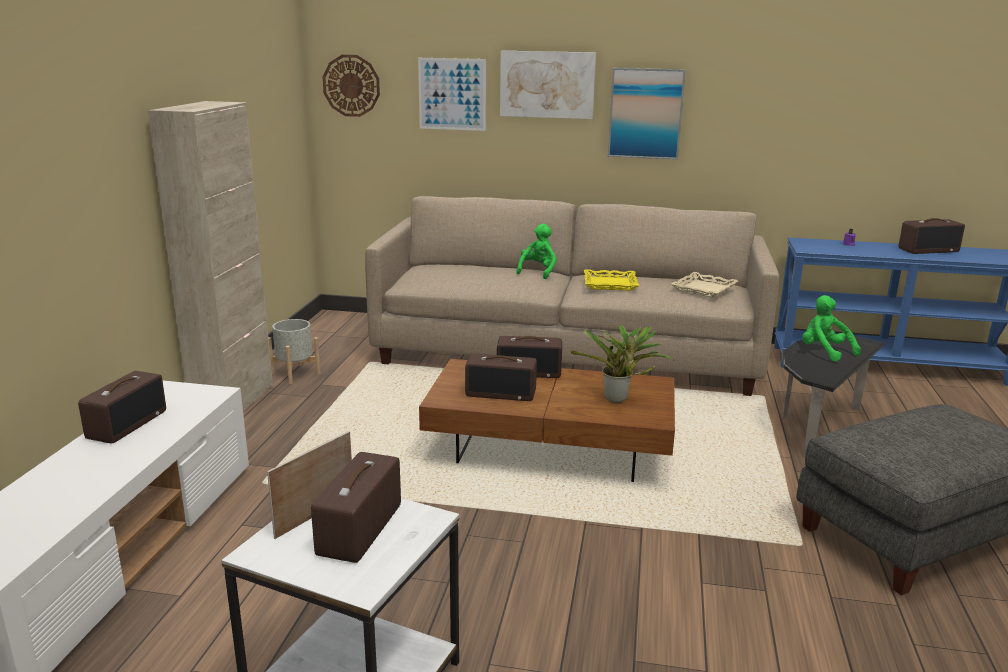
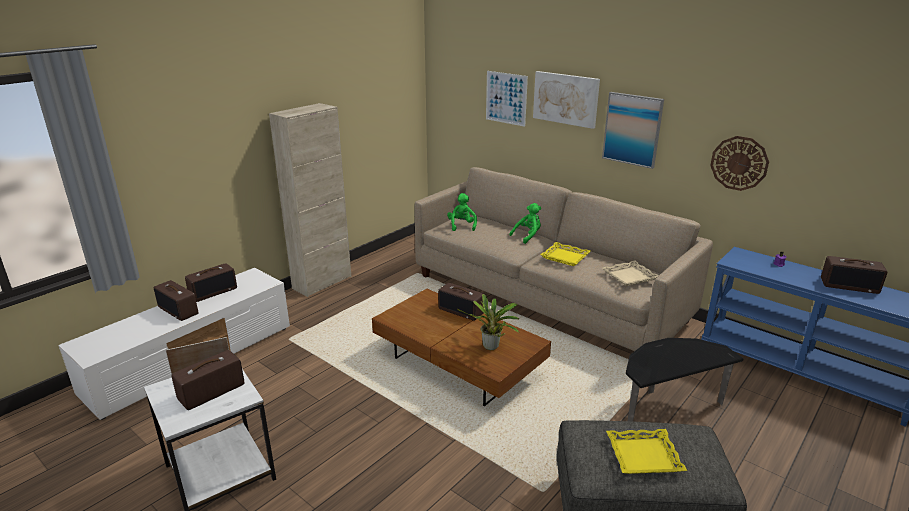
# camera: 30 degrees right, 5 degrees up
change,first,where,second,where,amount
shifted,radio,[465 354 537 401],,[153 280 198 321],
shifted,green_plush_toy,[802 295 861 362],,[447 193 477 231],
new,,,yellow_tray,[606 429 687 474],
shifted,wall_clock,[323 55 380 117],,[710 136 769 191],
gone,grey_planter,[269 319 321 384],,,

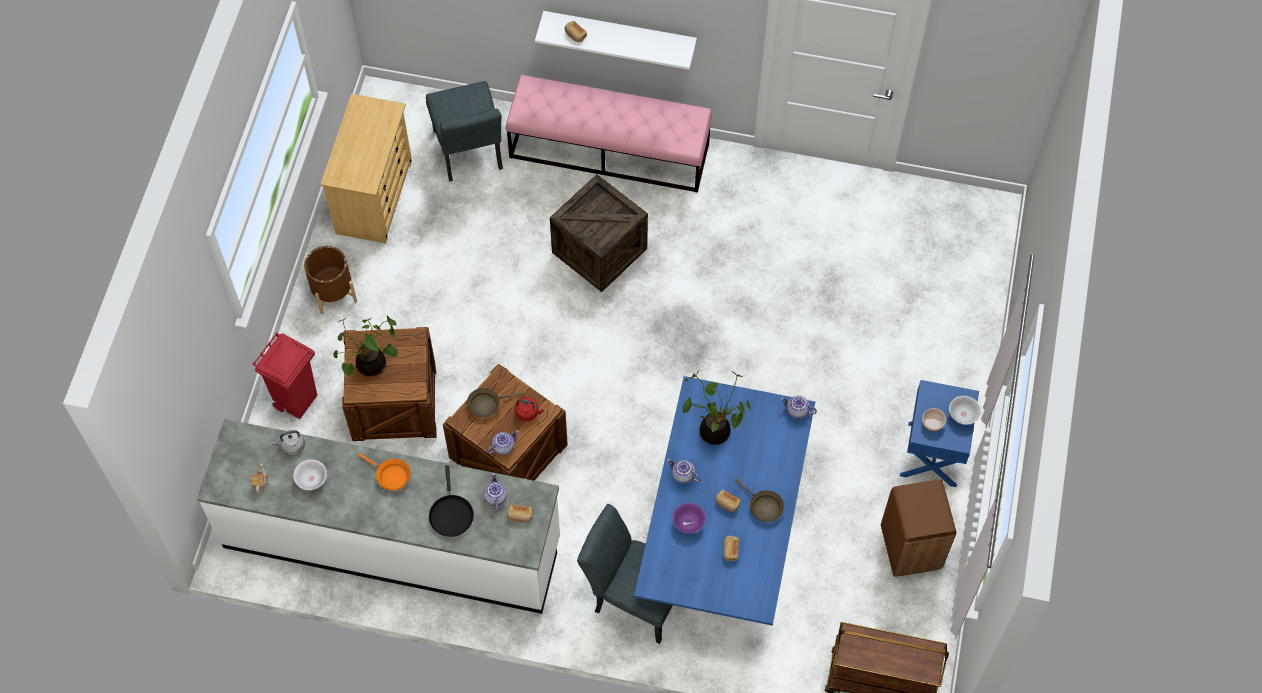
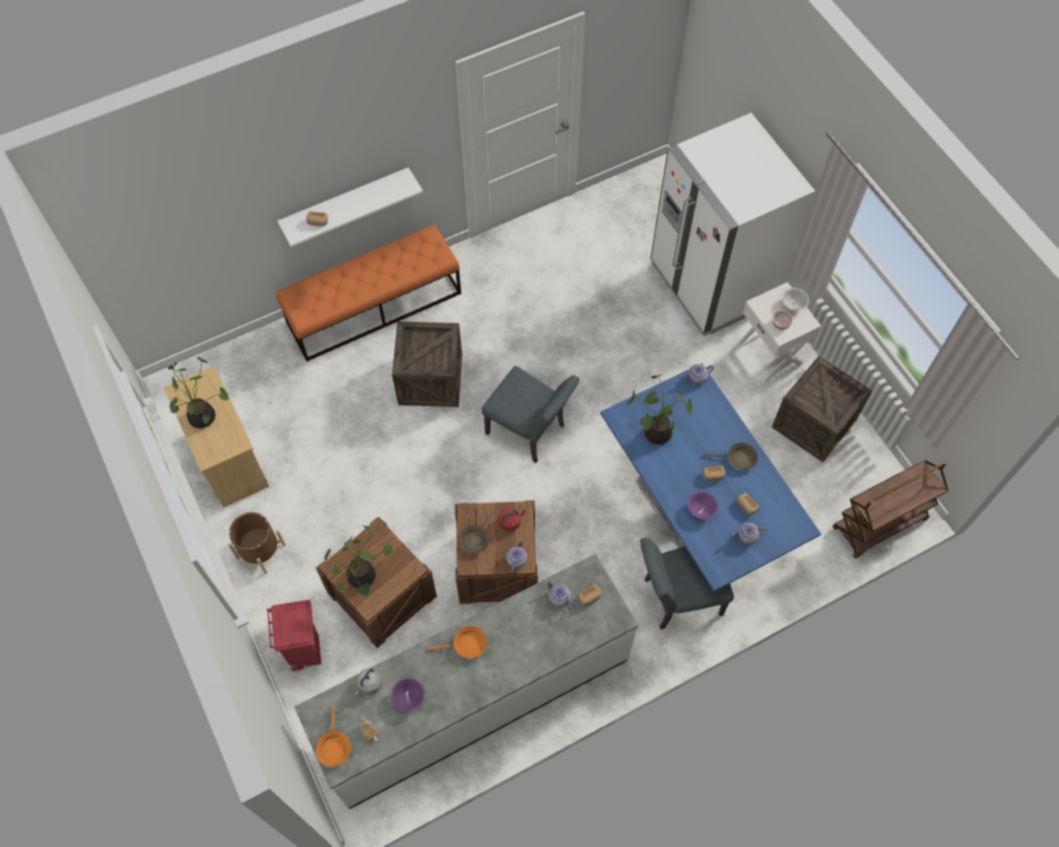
# camera: 40 degrees left, 0 degrees up
change,first,where,second,where,amount
new,,,potted_plant,[168 357 229 429],
repainted,pink_bench,[505 75 712 193],orange_bench,[276 225 461 362],
new,,,orange_frying_pan,[316 706 351 767],
repainted,white_bowl,[293 460 327 490],purple_bowl,[391 678 425 711],
shifted,grey_chair,[426 81 503 181],,[482 366 580 463],
new,,,white_fridge,[651 113 815 336],
shifted,teapot,[667 459 701 484],,[732 523 767 545],
repainted,blue_nightstand,[900 380 979 487],white_nightstand,[736 282 821 383],
swapped,brown_trash_can,[881 479 957 577],crate,[772 356 872 462],
gone,black_frying_pan,[429 465 474 537],,,

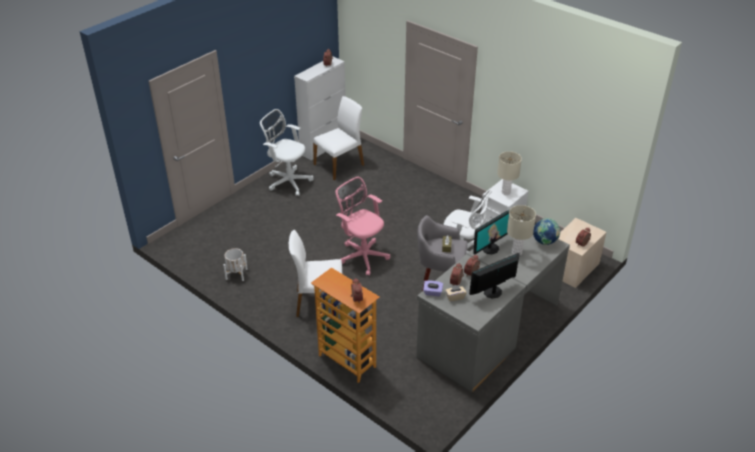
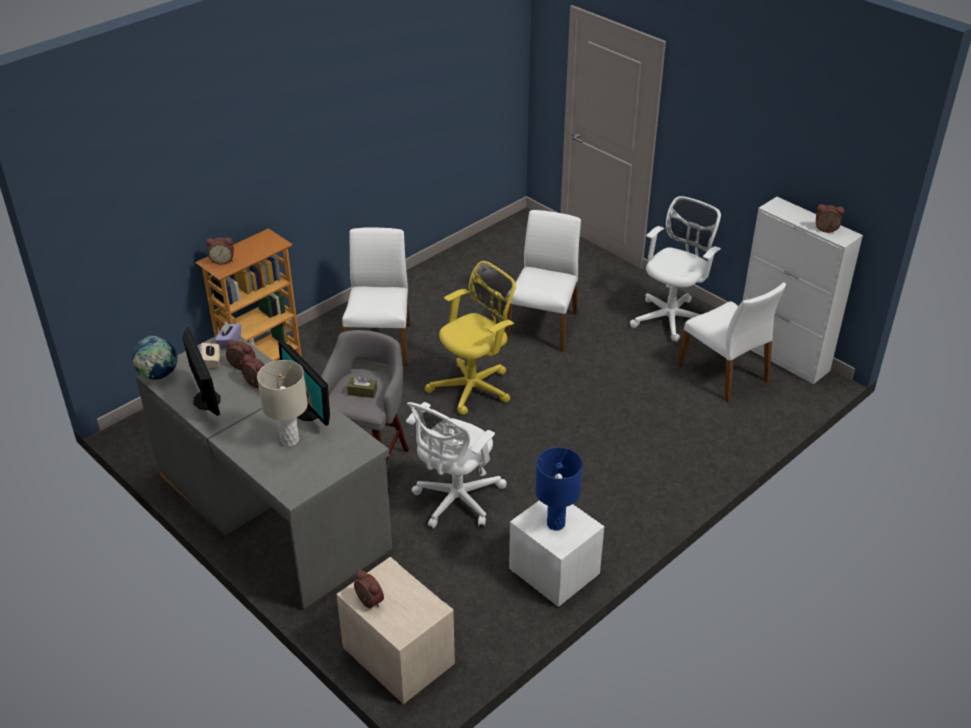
# camera: 95 degrees right, 0 degrees up
change,first,where,second,where,amount
shifted,globe,[533 218 560 245],,[133 336 178 380],
repainted,pink_office_chair,[335 177 390 276],yellow_office_chair,[425 261 516 415],
new,,,white_chair,[505 210 581 352],
repainted,beige_table_lamp,[497 151 522 195],blue_table_lamp,[536 447 582 530],
gone,white_planter,[223 248 248 281],,,

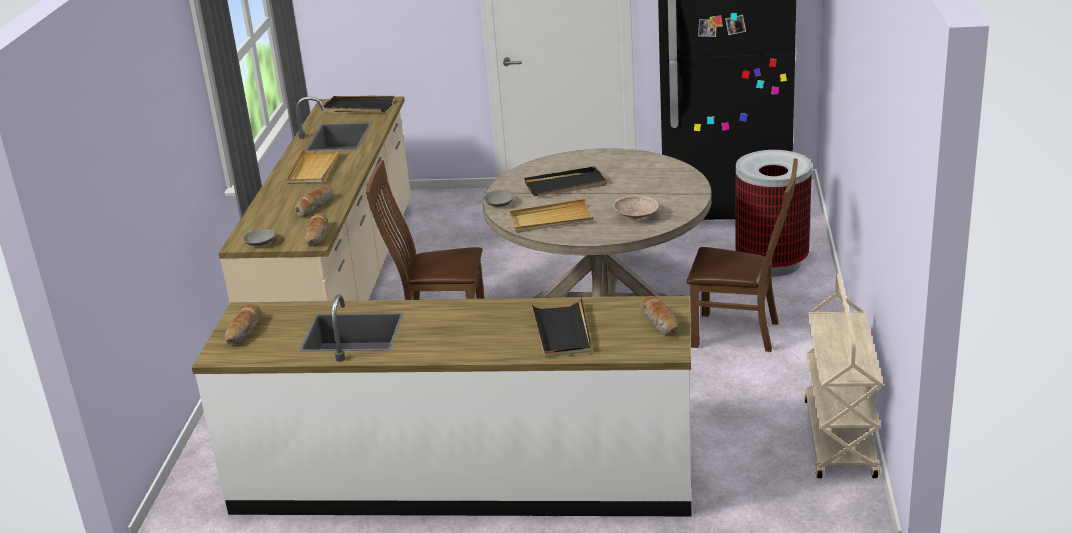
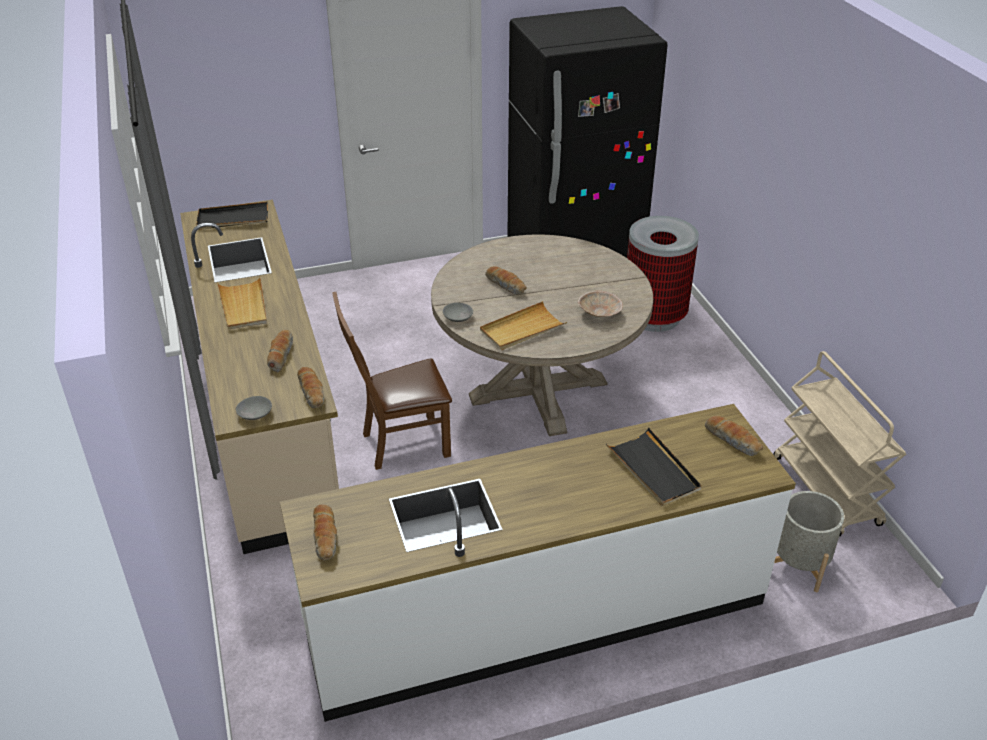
# camera: 25 degrees left, 10 degrees up
change,first,where,second,where,amount
swapped,black_tray,[524 166 607 196],bread,[485 266 527 295],
new,,,grey_planter,[774 491 844 592],
gone,brown_chair,[687 159 798 352],,,

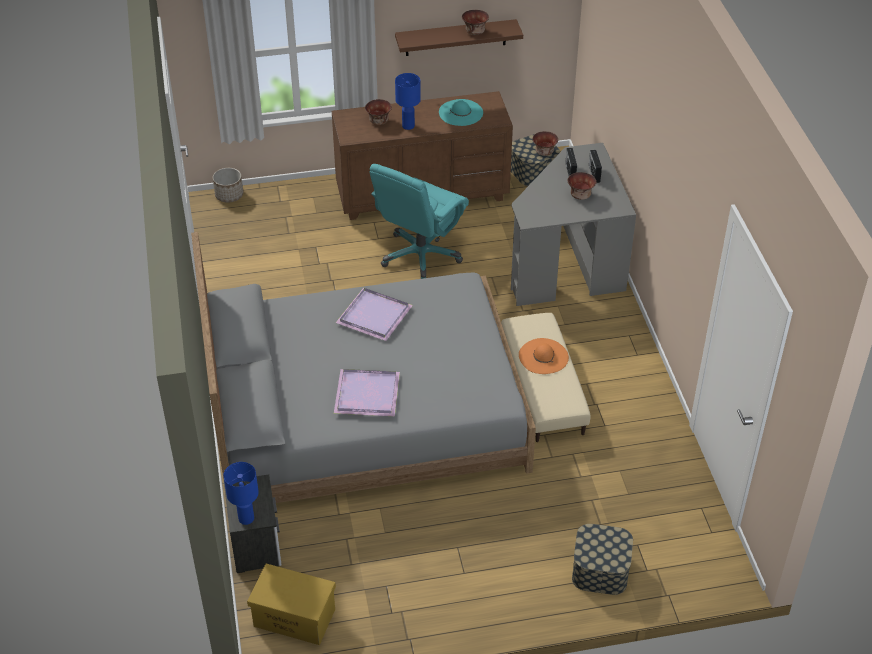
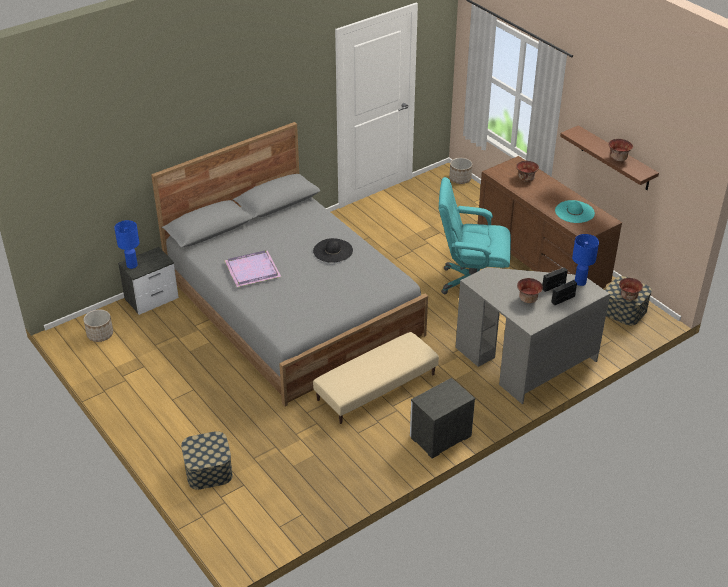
# camera: 65 degrees right, 5 degrees down
change,first,where,second,where,amount
swapped,yellow_storage_box,[247 563 336 645],planter,[83 309 113 342],
swapped,purple_tray,[336 288 413 341],black_hat,[313 238 353 263],
new,,,nightstand,[410 378 475 459],
shifted,blue_table_lamp,[395 73 421 130],,[572 234 599 286],
gone,orange_hat,[519 338 569 374],,,

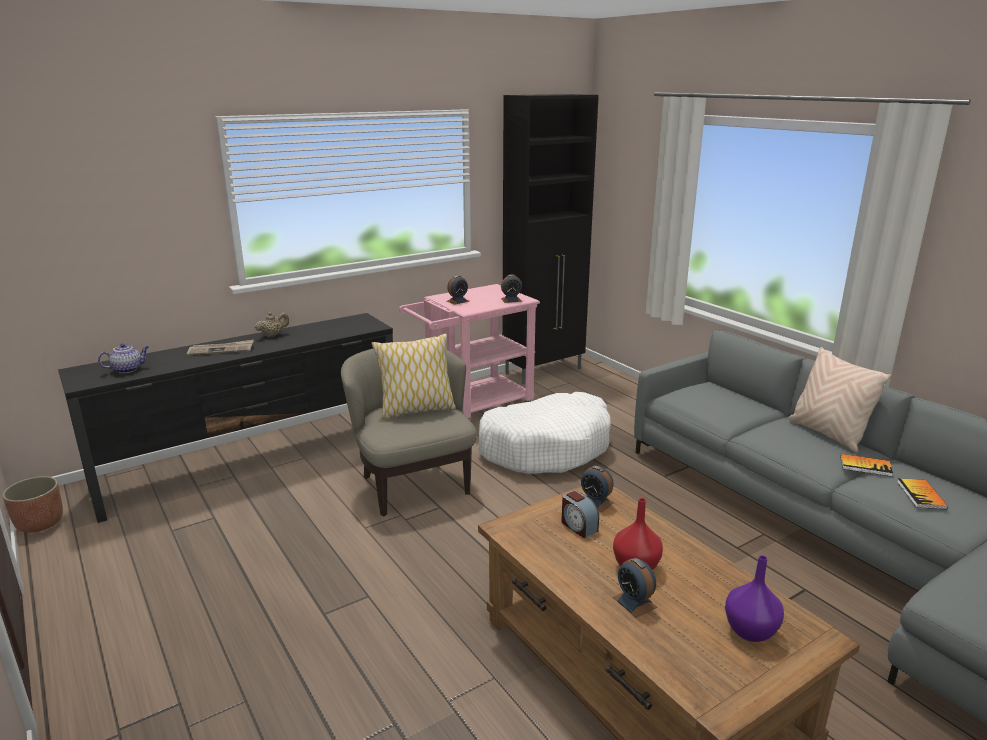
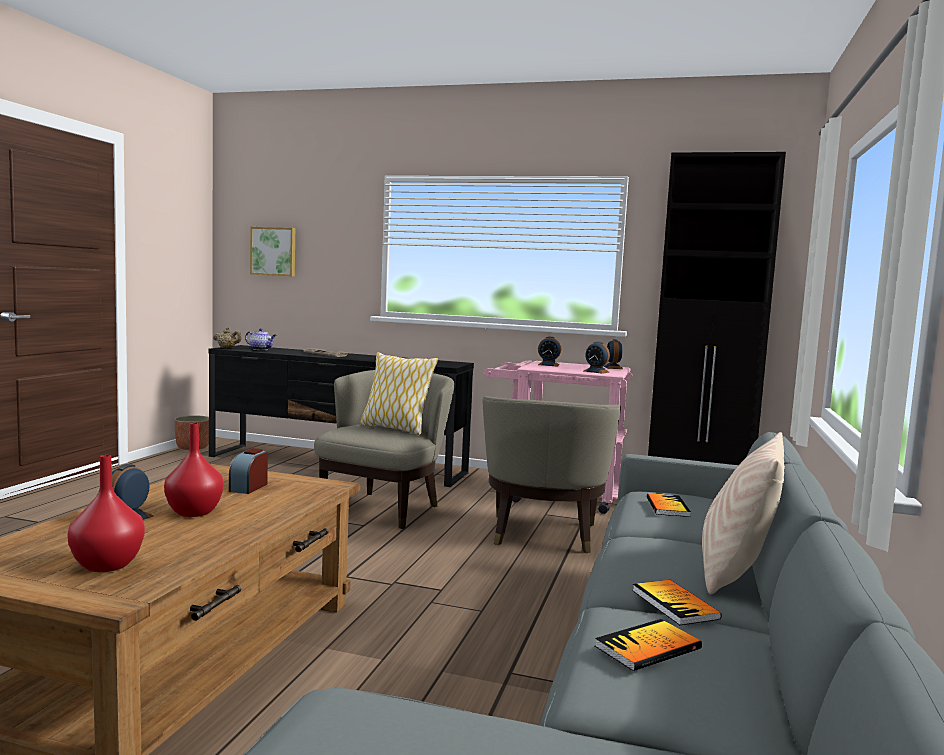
# camera: 50 degrees right, 15 degrees down
change,first,where,second,where,amount
repainted,purple_vase,[725 555 784 642],red_vase,[67 455 145 572],
shifted,beige_teapot,[255 312 289 337],,[213 327 242 348],
new,,,picture,[250 227 295 276],
swapped,white_dog_bed,[477 392 611 474],beige_armchair,[482 396 621 553],
shifted,alarm_clock,[581 466 614 512],,[604 339 623 369],
new,,,book,[647 493 691 517],

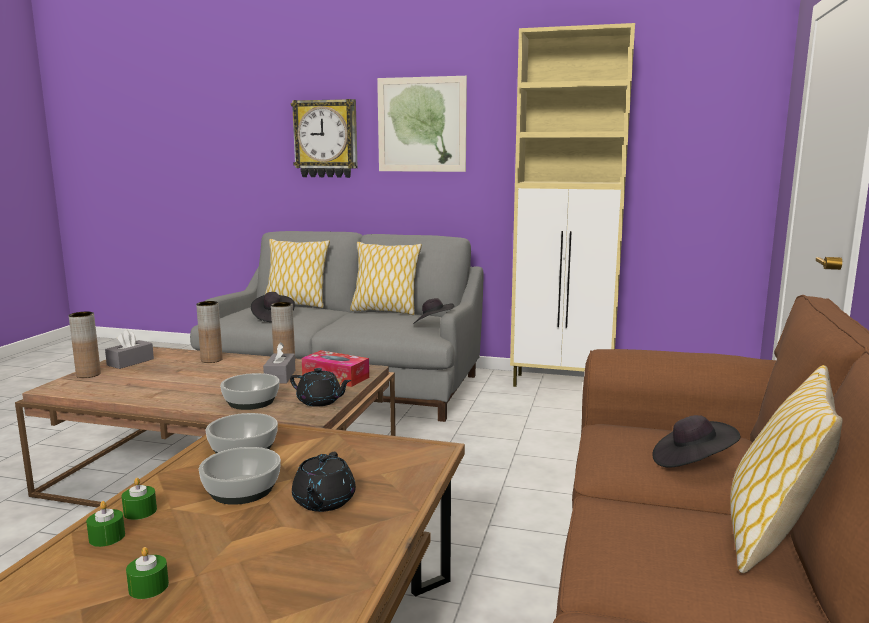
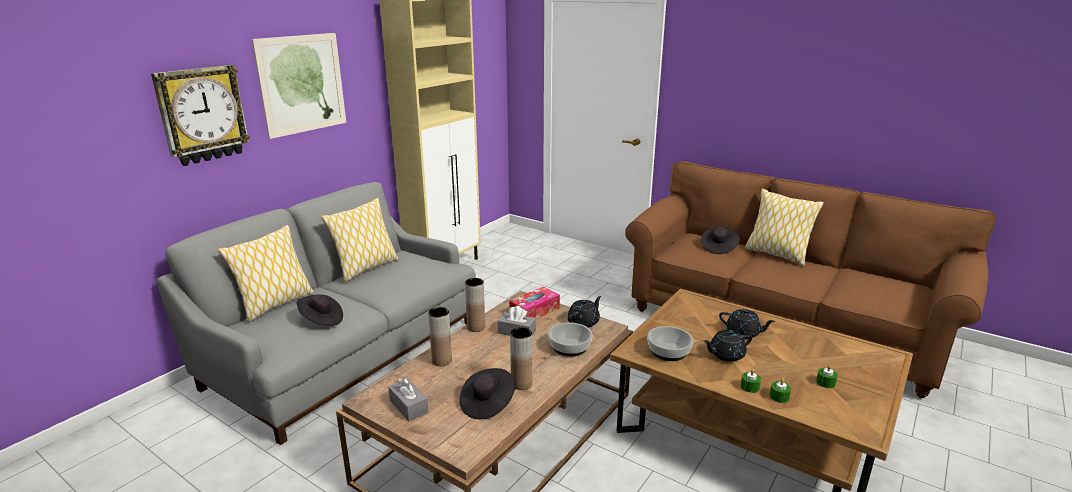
# camera: 70 degrees left, 10 degrees up
change,first,where,second,where,amount
shifted,black_hat,[413 298 454 324],,[459 368 515 419],
shifted,brown_vase,[69 312 101 378],,[510 327 532 390],
swapped,bowl,[199 447 281 505],black_teapot,[703 330 752 362],

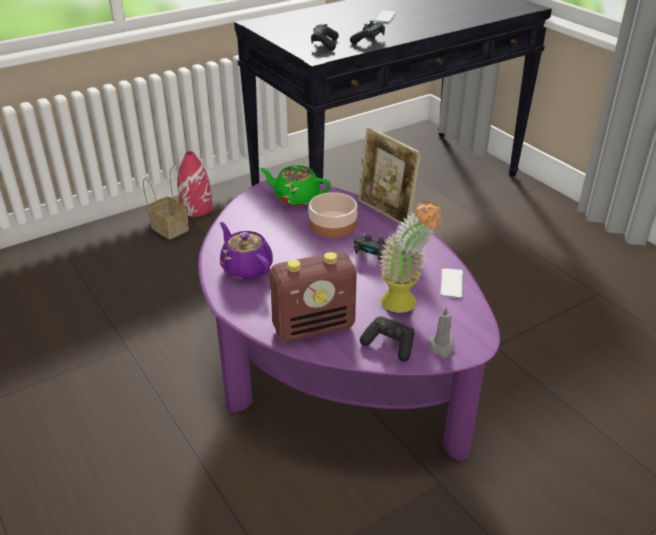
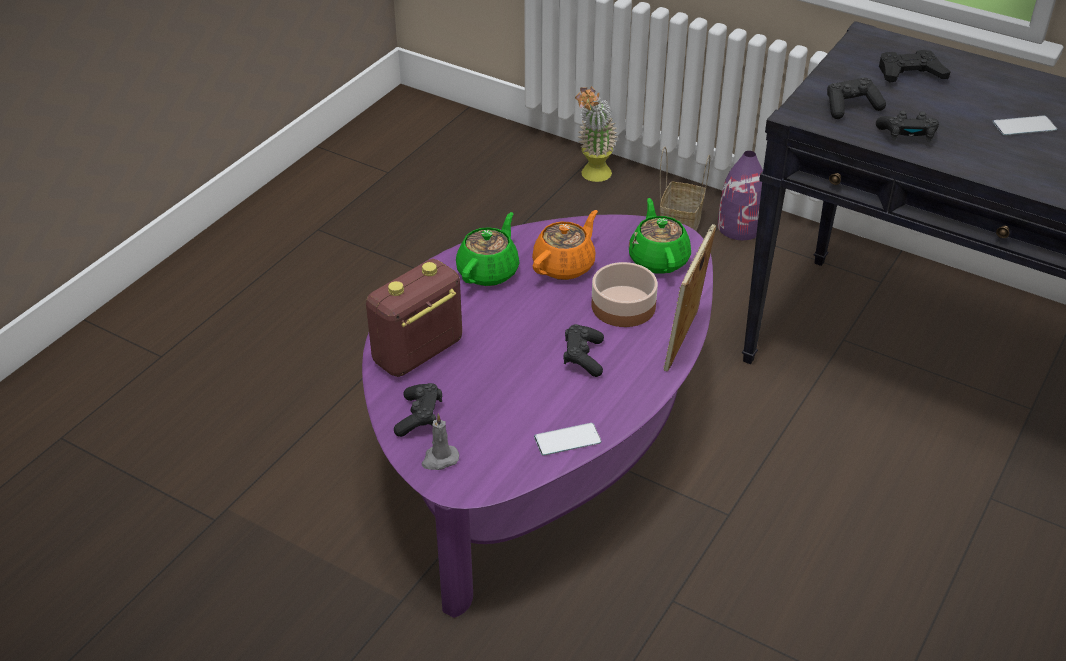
# camera: 65 degrees right, 5 degrees up
change,first,where,second,where,amount
rotated,radio,[270 251 357 342],,[366 259 462 377],90 degrees clockwise
repainted,purple_teapot,[220 222 273 279],green_teapot,[456 212 520 286],
new,,,orange_teapot,[532 210 598 280],
shifted,potted_plant,[379 201 442 313],,[575 86 617 182],
repainted,red_vase,[177 151 213 217],purple_vase,[718 151 763 240],
new,,,black_game_controller,[879 50 951 83],

